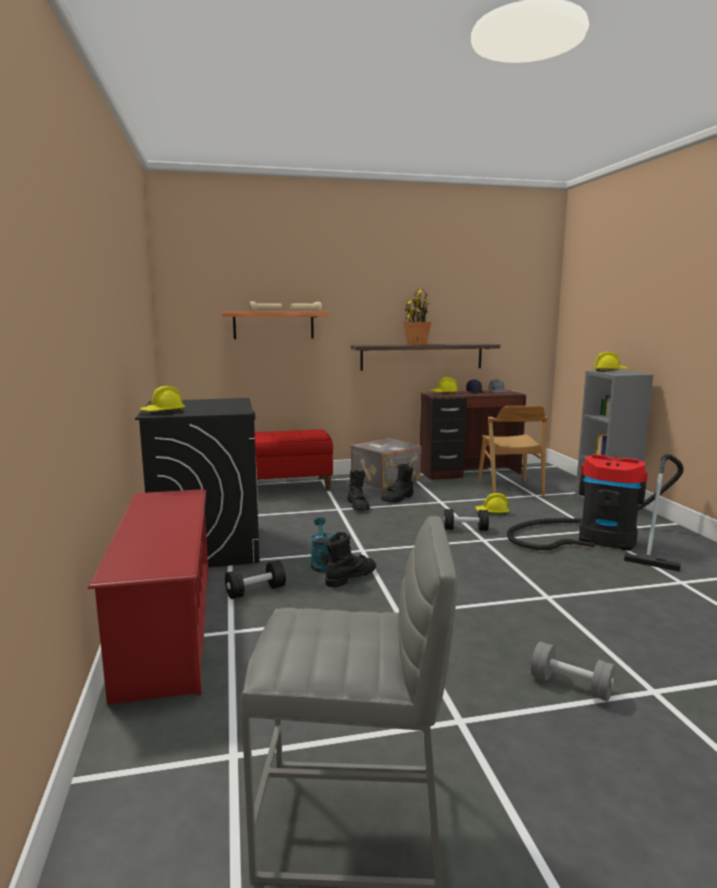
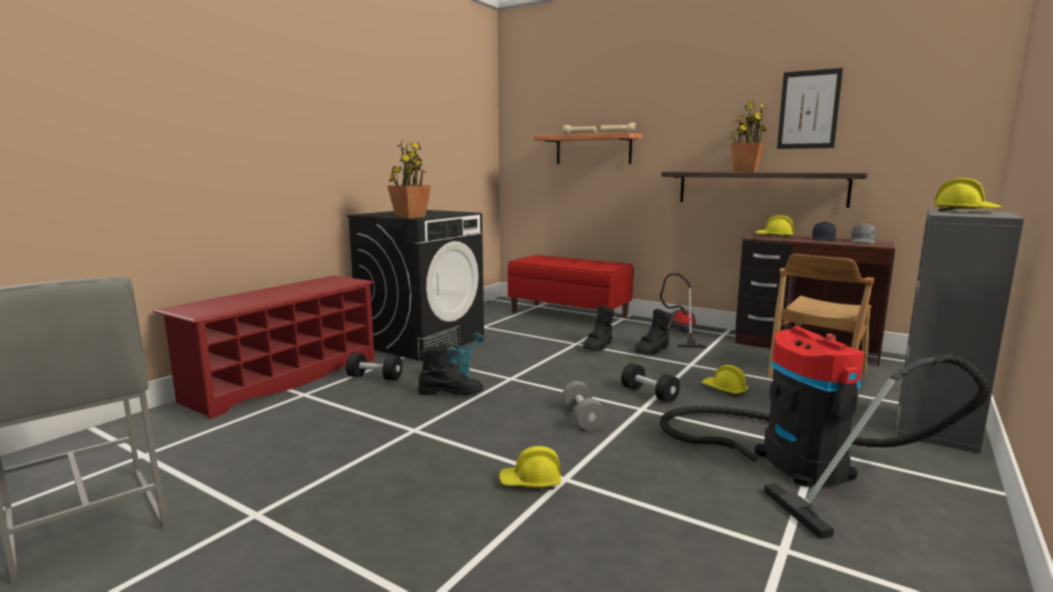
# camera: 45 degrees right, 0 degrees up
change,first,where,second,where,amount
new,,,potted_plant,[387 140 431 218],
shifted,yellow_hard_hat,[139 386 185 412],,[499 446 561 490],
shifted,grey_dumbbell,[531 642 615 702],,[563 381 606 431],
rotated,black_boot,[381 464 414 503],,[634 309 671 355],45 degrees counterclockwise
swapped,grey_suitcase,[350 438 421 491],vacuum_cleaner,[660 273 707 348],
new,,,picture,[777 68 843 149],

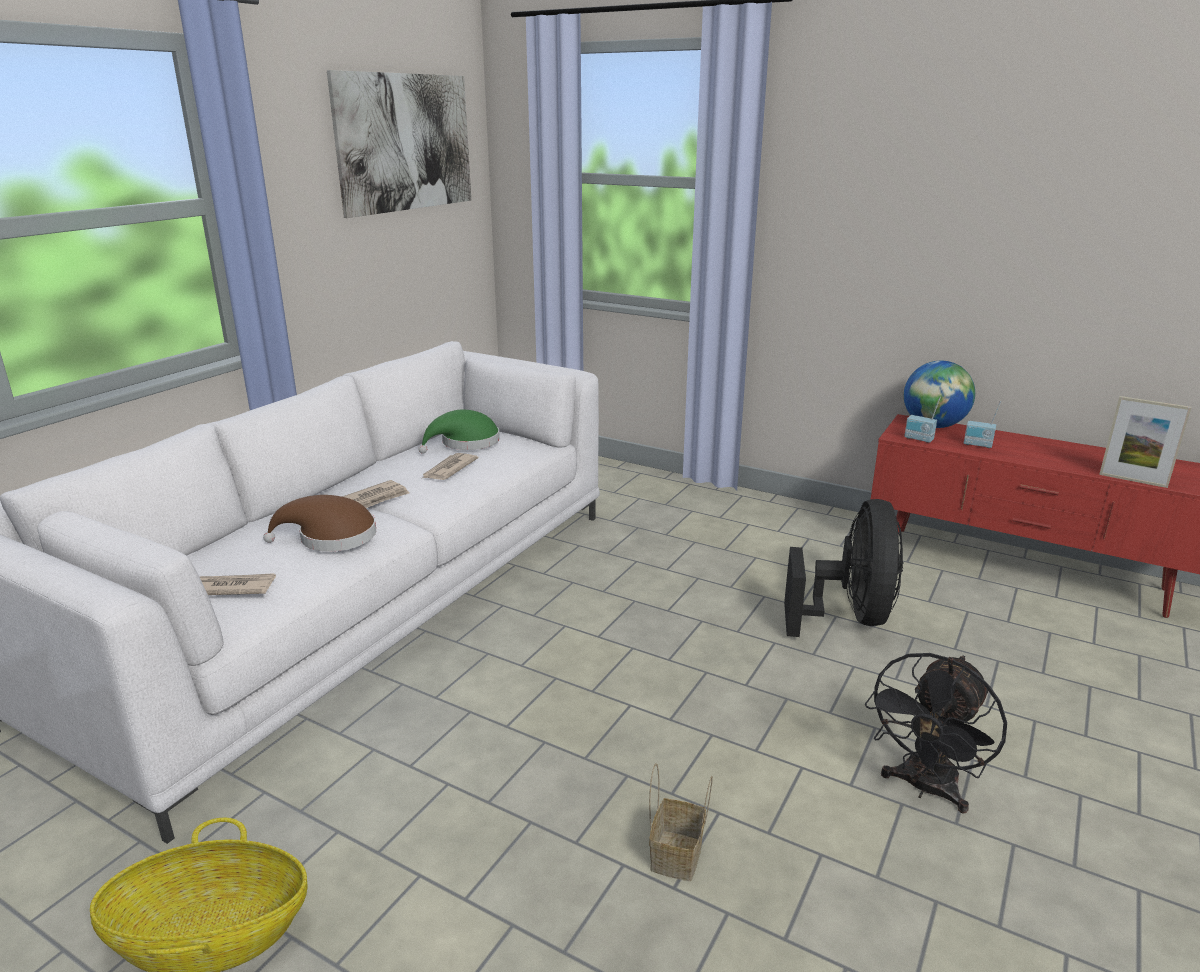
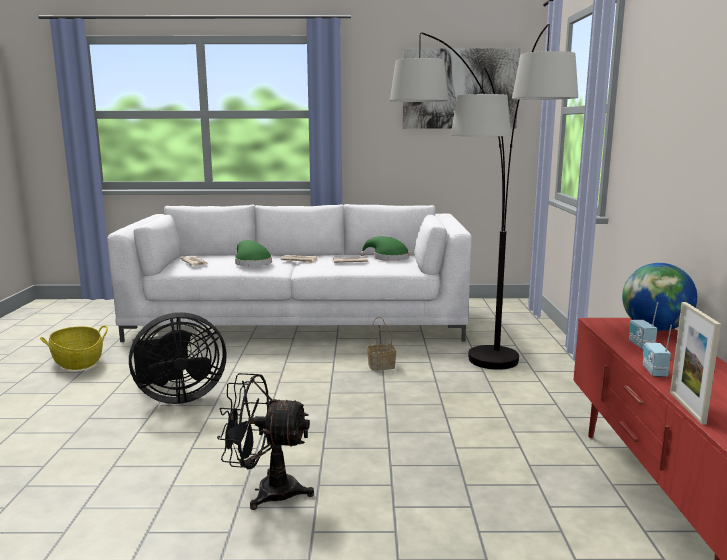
# camera: 60 degrees right, 10 degrees down
change,first,where,second,where,amount
shifted,black_fan,[784 499 903 637],,[129 312 226 404],
repainted,brown_hat,[263 495 376 551],green_hat,[235 240 272 266],
shifted,basket,[649 763 713 881],,[367 317 396 371],
new,,,floor_lamp,[390 24 578 370],
shifted,radio,[904 397 941 443],,[643 325 672 377],

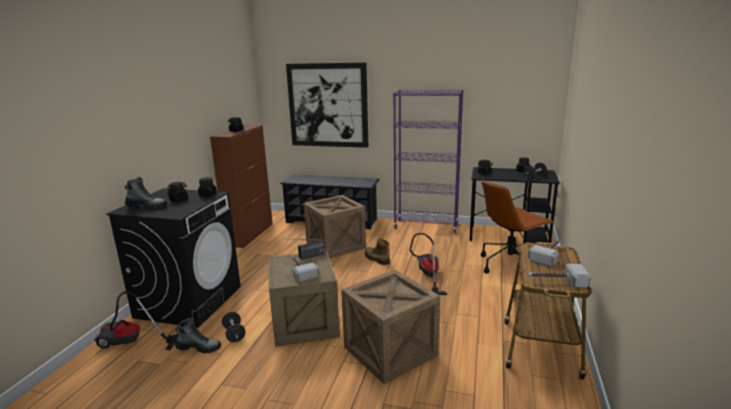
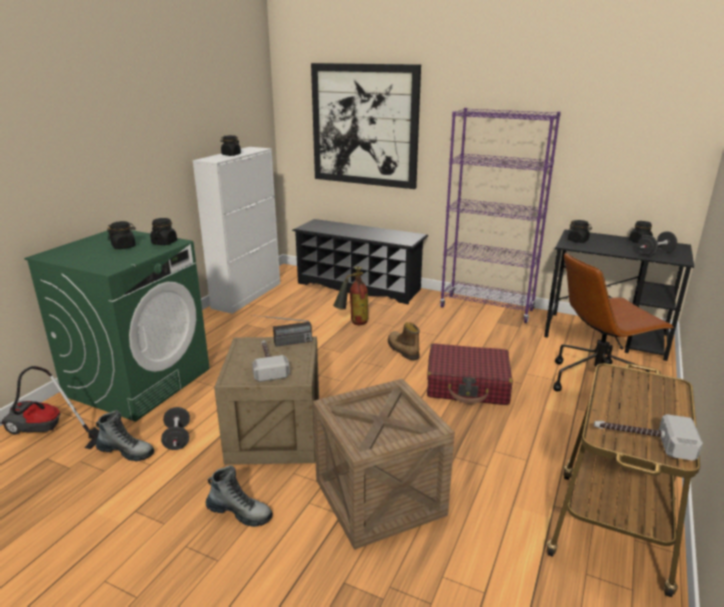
# camera: 10 degrees right, 5 degrees up
change,first,where,second,where,amount
repainted,black_washing_machine,[106 188 241 328],green_washing_machine,[24 229 210 422],
repainted,brown_cabinet,[210 125 272 248],white_cabinet,[193 147 280 314],
shifted,boot,[125 177 167 209],,[206 465 273 527],
swapped,crate,[304 195 366 258],fire_extinguisher,[333 266 368 325],
swapped,vacuum_cleaner,[410 233 447 295],red_suitcase,[427 343 513 405],
gone,hammer,[528 240 559 266],,,

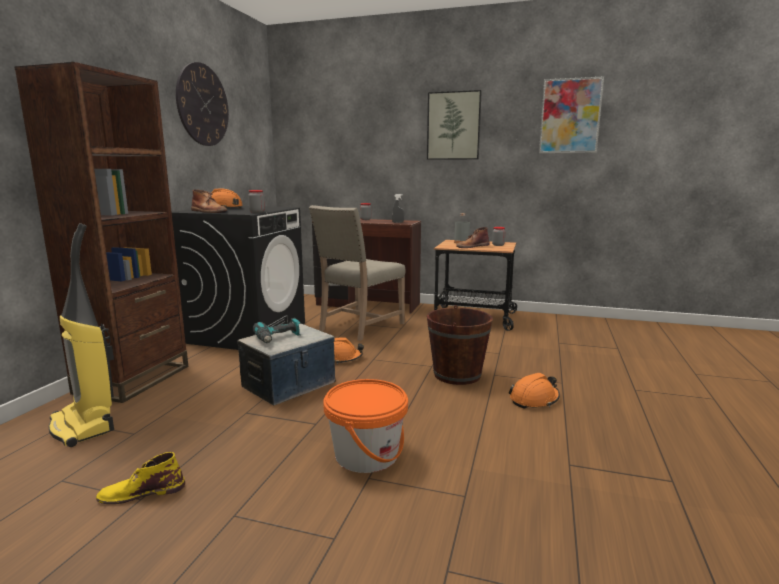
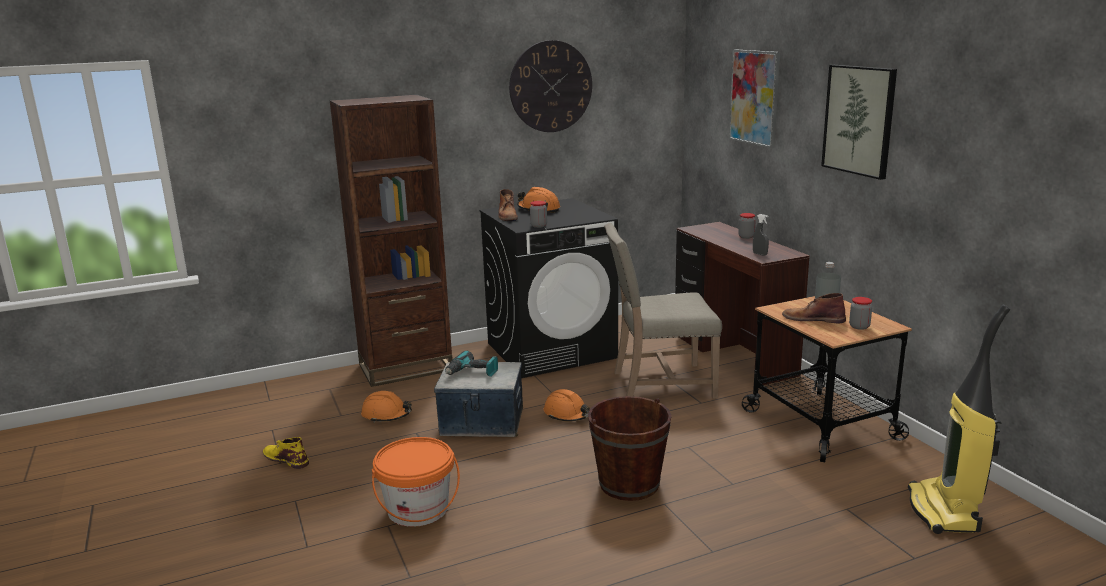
# camera: 50 degrees right, 5 degrees up
change,first,where,second,where,amount
shifted,orange_hard_hat,[508 373 560 409],,[361 391 412 423],
shifted,picture,[539 76 604 153],,[729 50 780 148],
shifted,vacuum_cleaner,[49 223 114 447],,[908 304 1010 534],

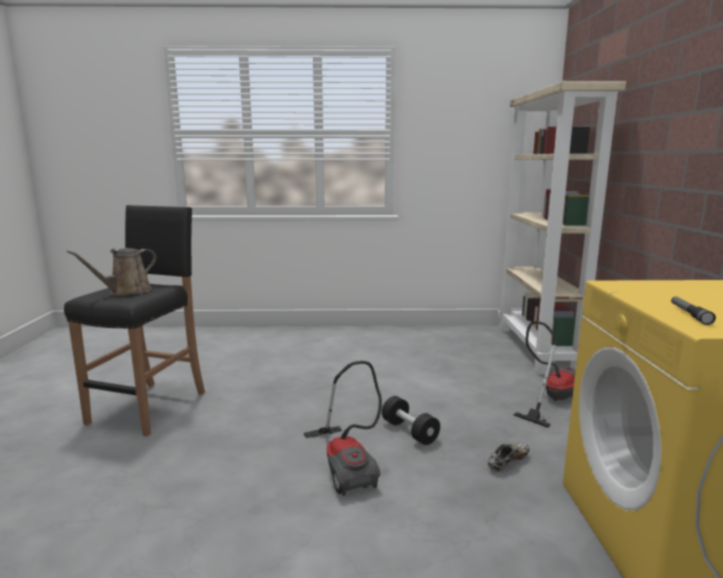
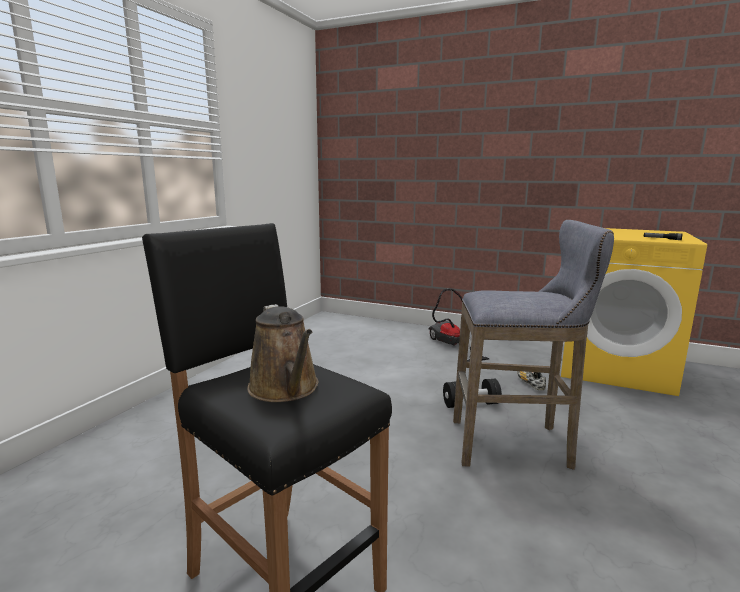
# camera: 65 degrees left, 0 degrees up
change,first,where,second,where,amount
swapped,vacuum_cleaner,[304 361 382 496],grey_stool,[453 220 614 470],
gone,beige_bookcase,[498 81 626 374],,,

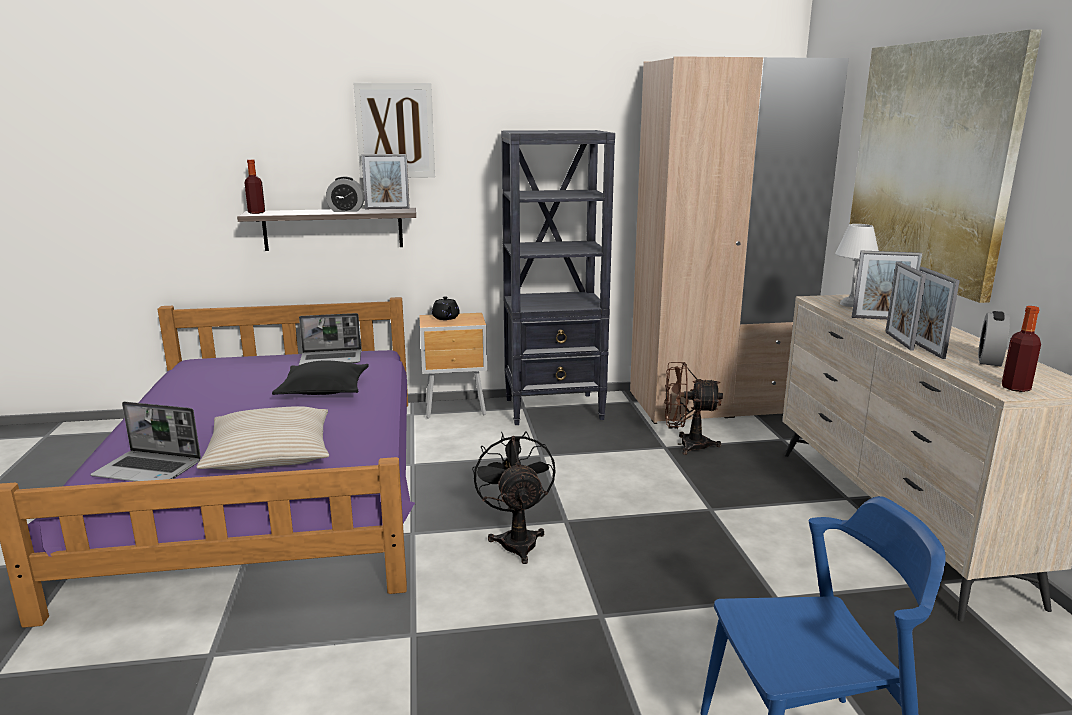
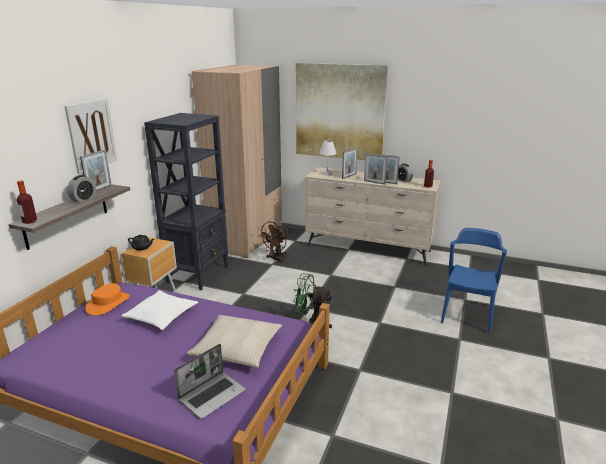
# camera: 60 degrees left, 5 degrees up
change,first,where,second,where,amount
swapped,laptop,[299 313 361 365],orange_hat,[85 283 130 316],
repainted,black_pillow,[272 360 369 395],white_pillow,[122 290 198 330],
repainted,black_fan,[472 431 556 564],green_fan,[293 273 332 328],

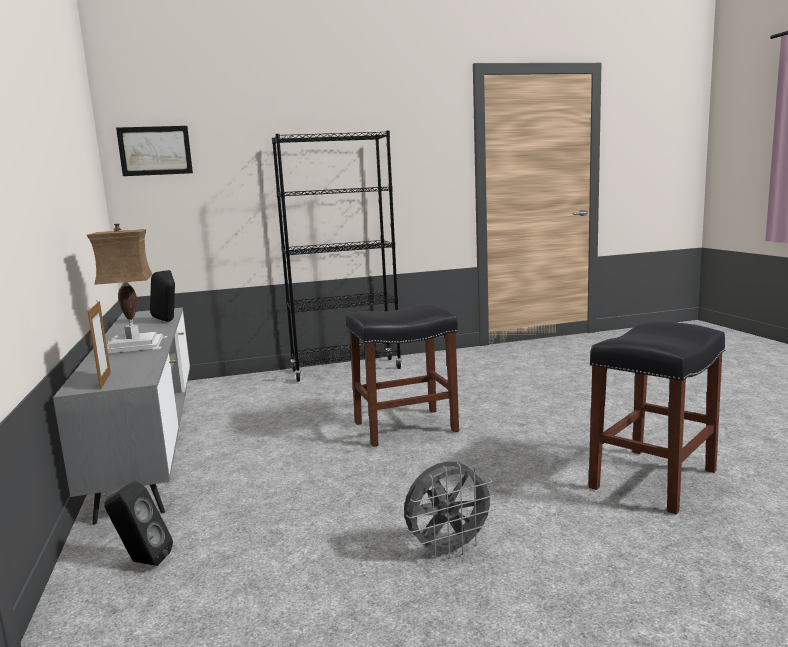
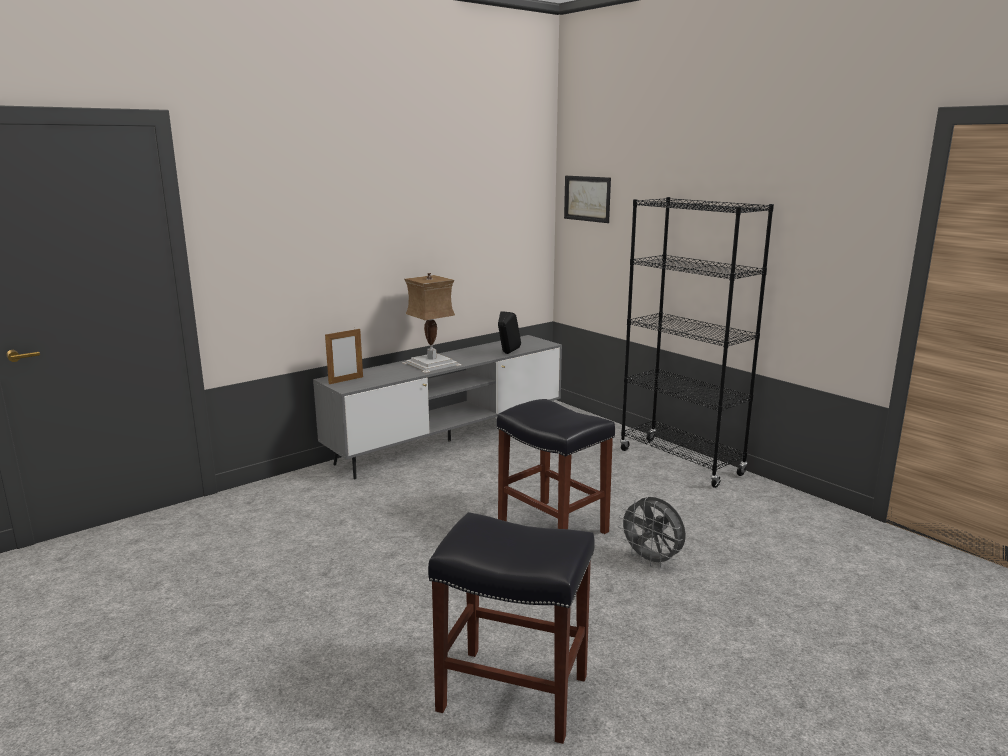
# camera: 65 degrees right, 5 degrees up
change,first,where,second,where,amount
shifted,grey_fan,[404 462 497 559],,[618 497 686 567],
gone,black_speaker,[104 482 173 566],,,

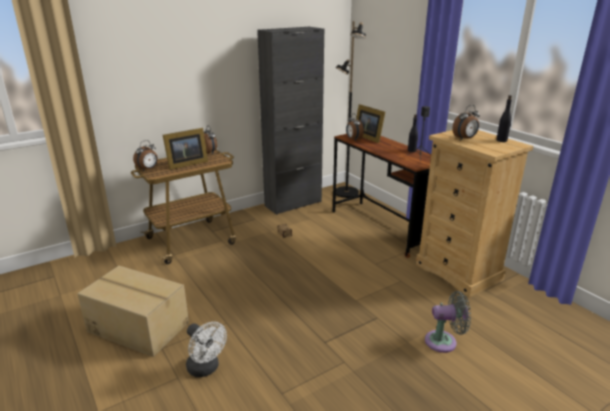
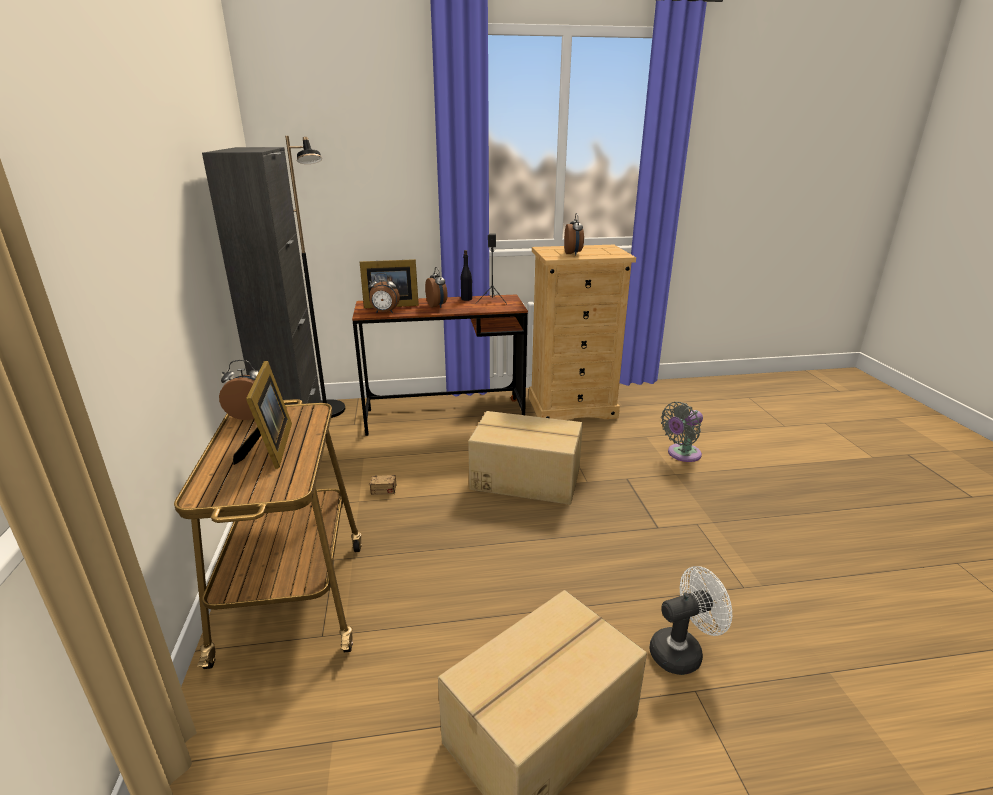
# camera: 65 degrees left, 0 degrees up
change,first,where,second,where,amount
shifted,alarm_clock,[133 140 158 171],,[425 267 448 308],
new,,,cardboard_box,[468 411 583 505],
rotated,grey_fan,[425 291 471 353],,[661 402 703 462],150 degrees counterclockwise
gone,black_bottle,[496 95 512 142],,,

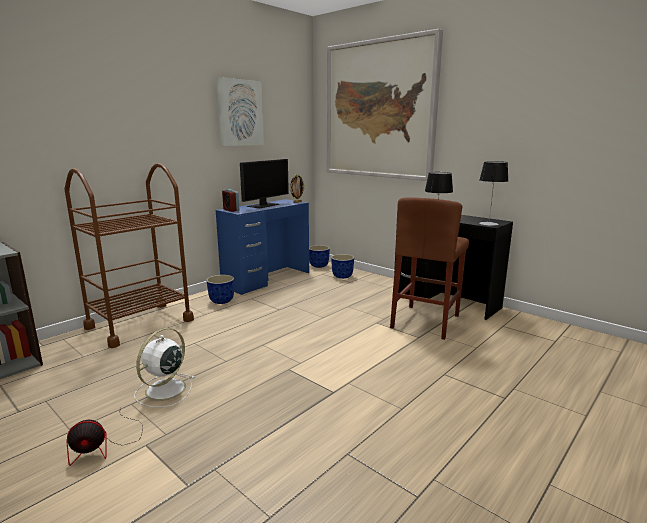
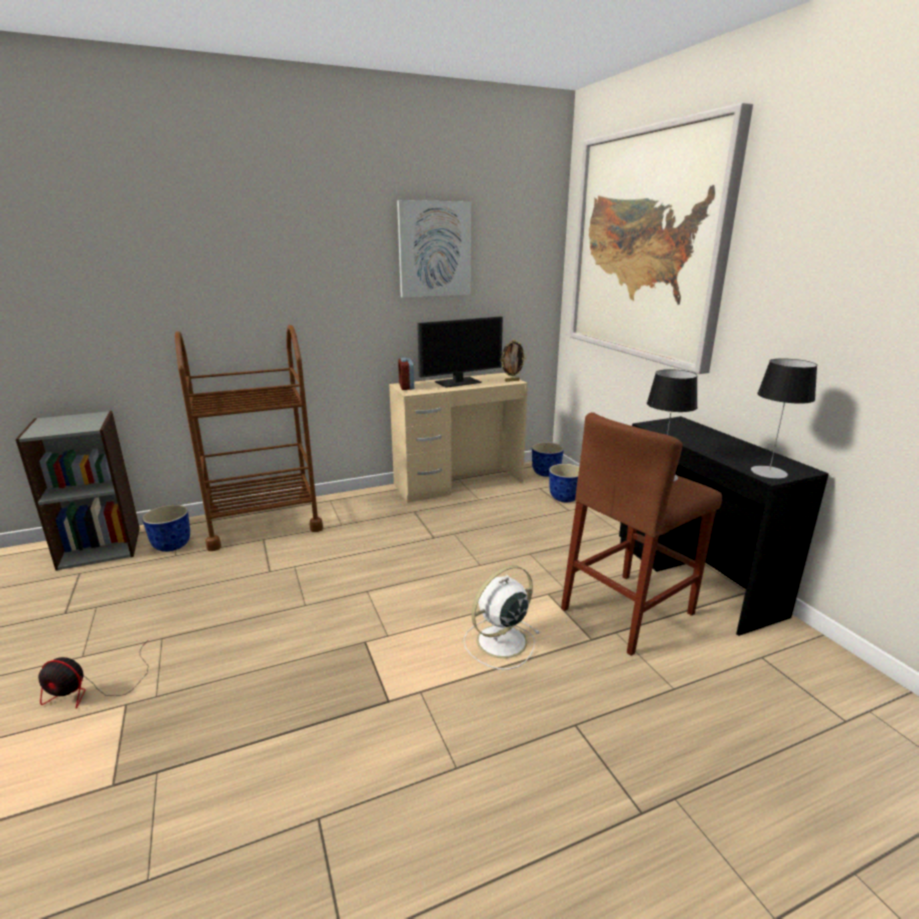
# camera: 25 degrees right, 5 degrees up
change,first,where,second,where,amount
shifted,planter,[206 275 234 304],,[142 505 190 552],
repainted,blue_desk,[216 199 309 295],beige_desk,[389 373 528 503],
shifted,white_fan,[134 328 196 408],,[463 565 540 670],

